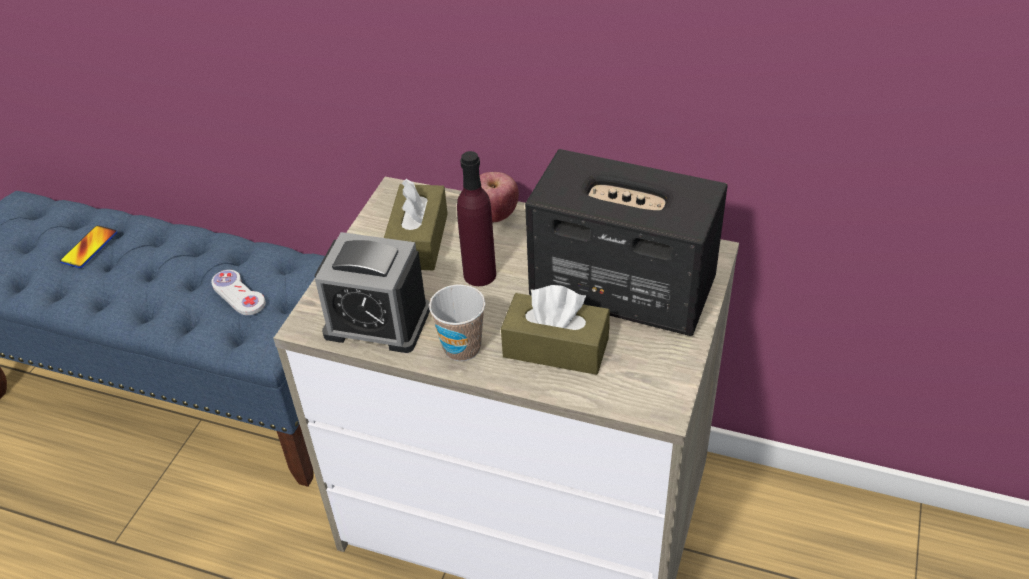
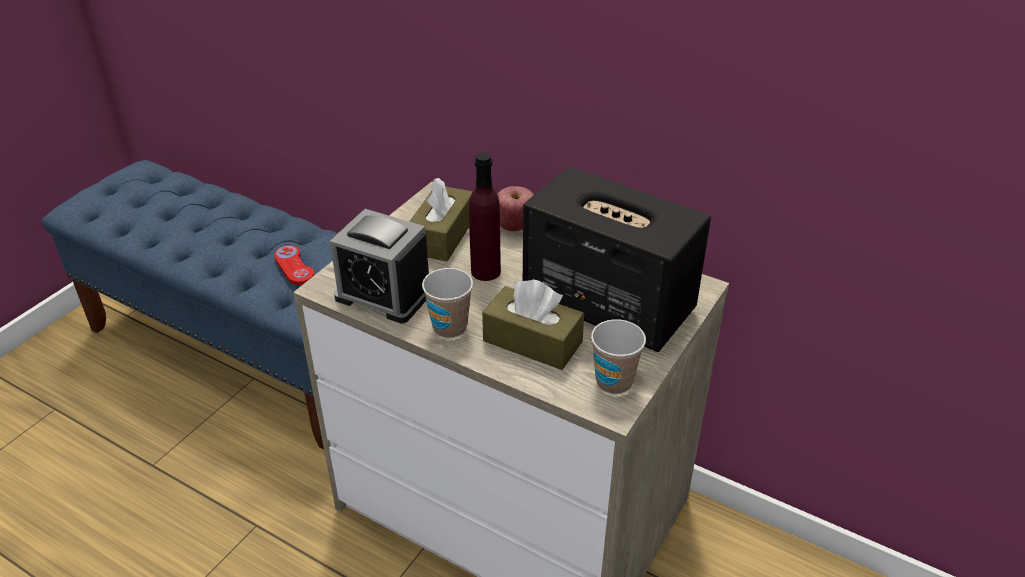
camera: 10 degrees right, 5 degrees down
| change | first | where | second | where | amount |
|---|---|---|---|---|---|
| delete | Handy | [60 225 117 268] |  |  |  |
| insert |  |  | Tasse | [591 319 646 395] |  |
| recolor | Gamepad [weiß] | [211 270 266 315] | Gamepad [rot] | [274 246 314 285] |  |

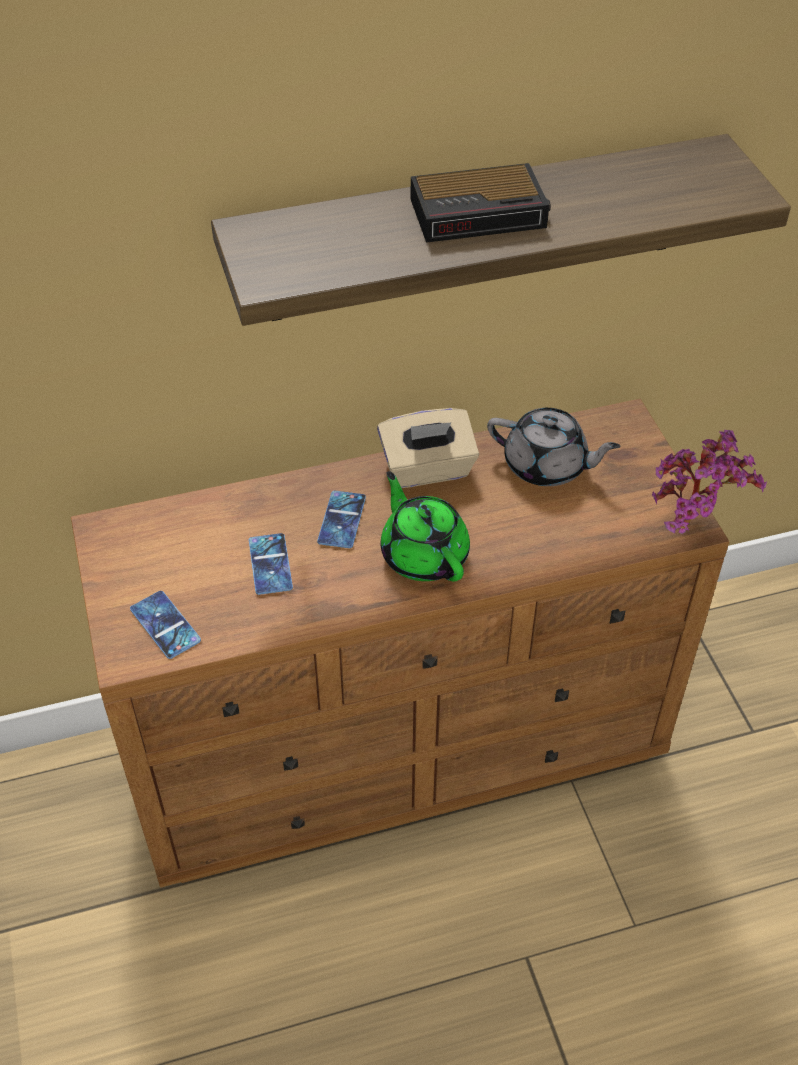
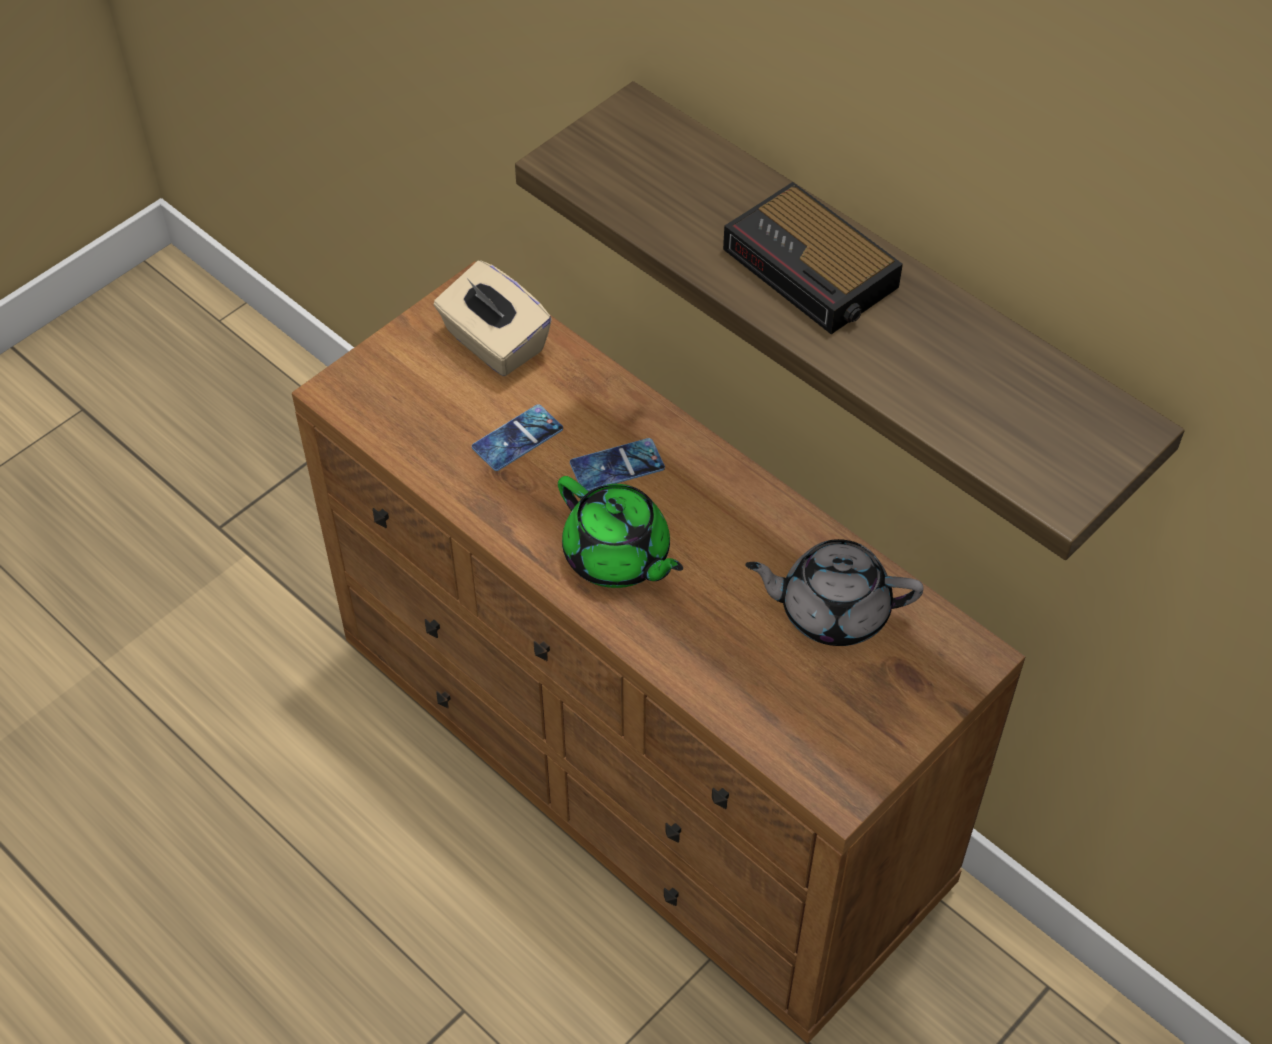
camera: 60 degrees right, 5 degrees up
| change | first | where | second | where | amount |
|---|---|---|---|---|---|
| delete | Handy | [130 591 201 659] |  |  |  |
| delete | Topfpflanze | [652 430 767 534] |  |  |  |
| move | Taschentuchbox [beige] | [377 408 479 488] |  | [434 261 552 376] |  |
| rotate | Teekanne [grün] | [381 471 470 582] |  | [558 476 683 588] | 105 degrees clockwise |
| rotate | Teekanne [grau] | [487 408 621 486] |  | [745 539 924 646] | 105 degrees clockwise |

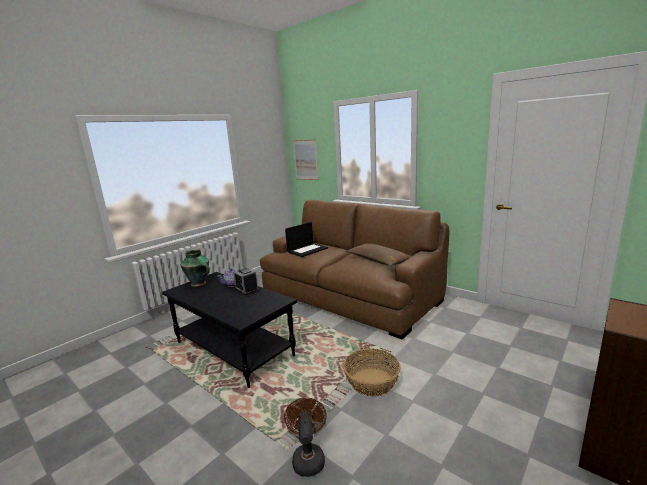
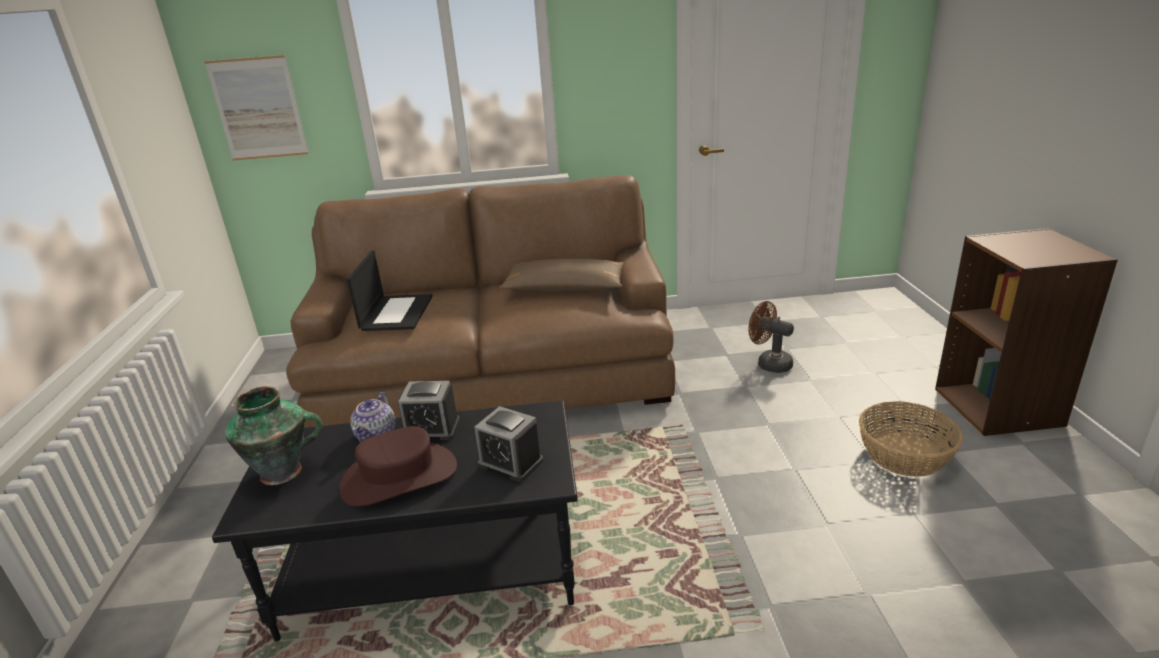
camera: 45 degrees left, 10 degrees up
| change | first | where | second | where | amount |
|---|---|---|---|---|---|
| insert |  |  | Hut [braun] | [339 426 457 507] |  |
| insert |  |  | Wecker | [474 406 543 482] |  |
| move | Ventilator [braun] | [284 398 327 477] |  | [748 301 794 373] |  |
| move | Korb | [343 349 401 396] |  | [859 401 963 477] |  |

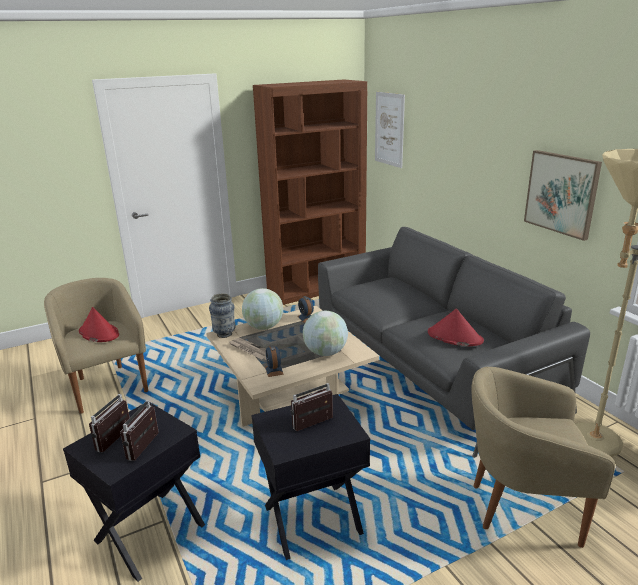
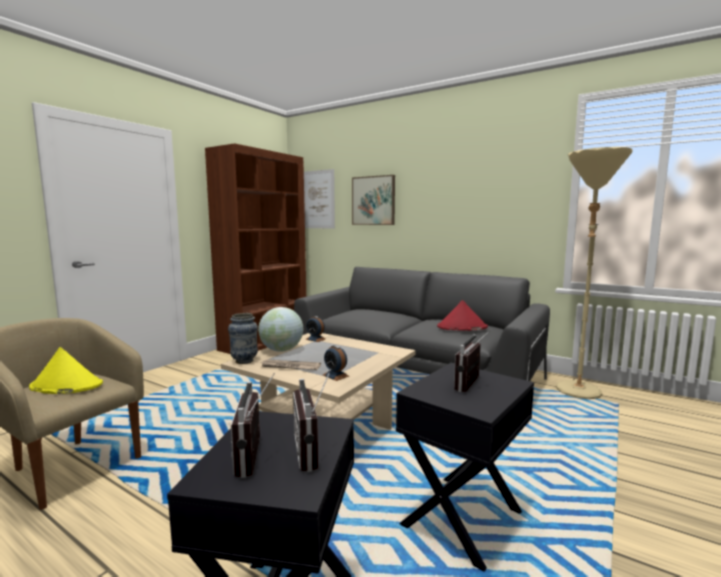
camera: 30 degrees left, 15 degrees down
| change | first | where | second | where | amount |
|---|---|---|---|---|---|
| delete | Globus | [303 311 348 356] |  |  |  |
| delete | Sessel [beige] | [472 367 615 548] |  |  |  |
| move | Bild | [524 150 602 241] |  | [352 175 395 225] |  |
| recolor | Hut [rot] | [79 307 119 342] | Hut [gelb] | [29 347 103 394] |  |

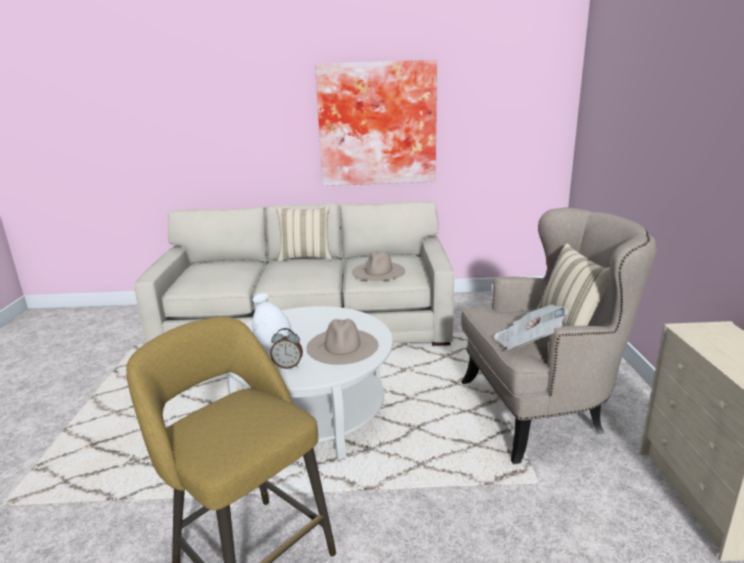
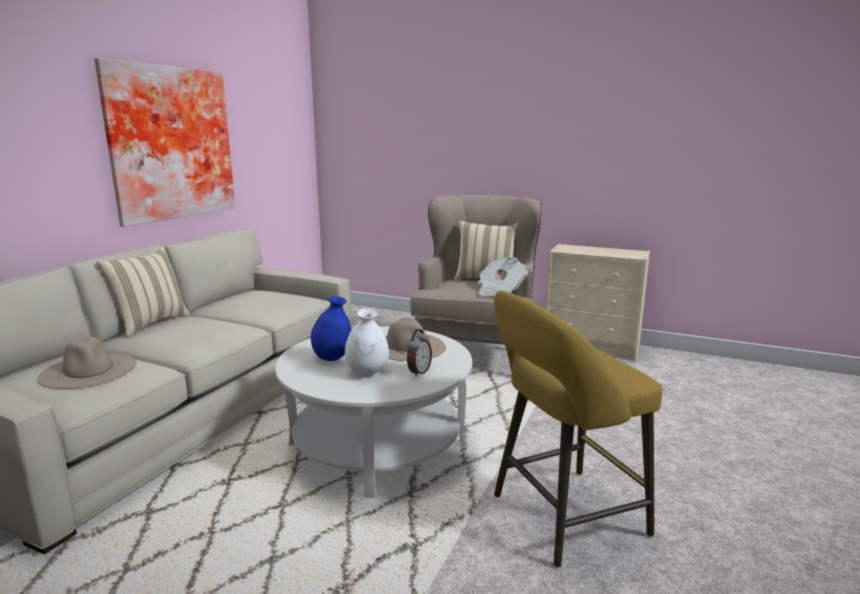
camera: 65 degrees left, 5 degrees down
| change | first | where | second | where | amount |
|---|---|---|---|---|---|
| insert |  |  | Vase [blau] | [311 296 352 361] |  |
| move | Hut [beige] | [352 251 405 281] |  | [37 337 136 389] |  |

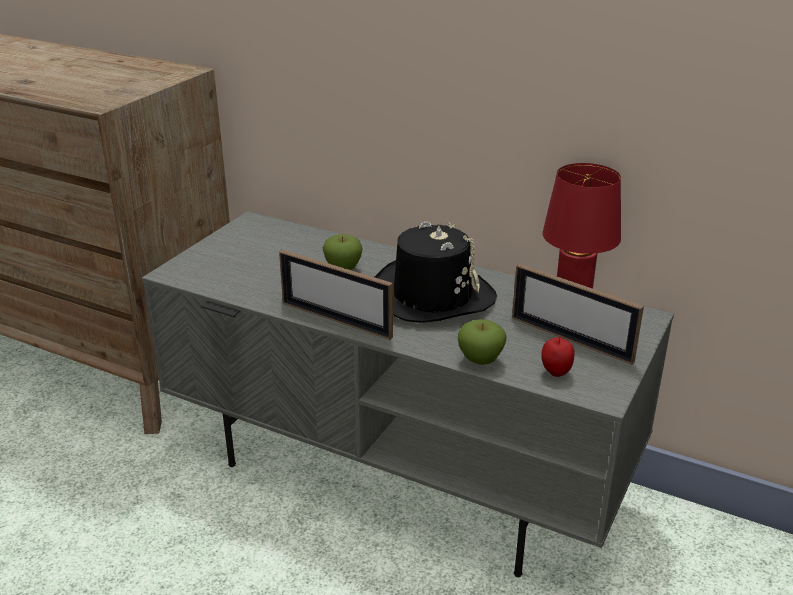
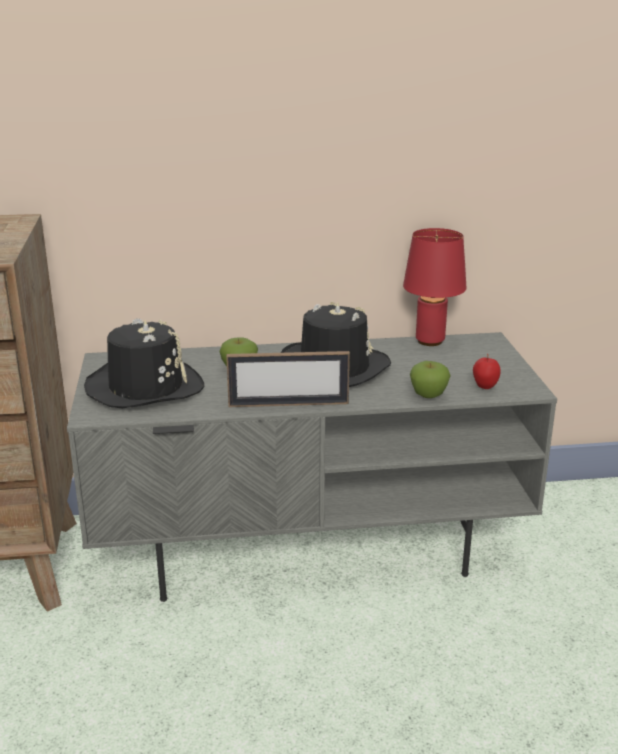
camera: 35 degrees left, 5 degrees down
| change | first | where | second | where | amount |
|---|---|---|---|---|---|
| delete | Bilderrahmen | [512 263 644 365] |  |  |  |
| insert |  |  | Hut [schwarz] | [84 318 205 408] |  |

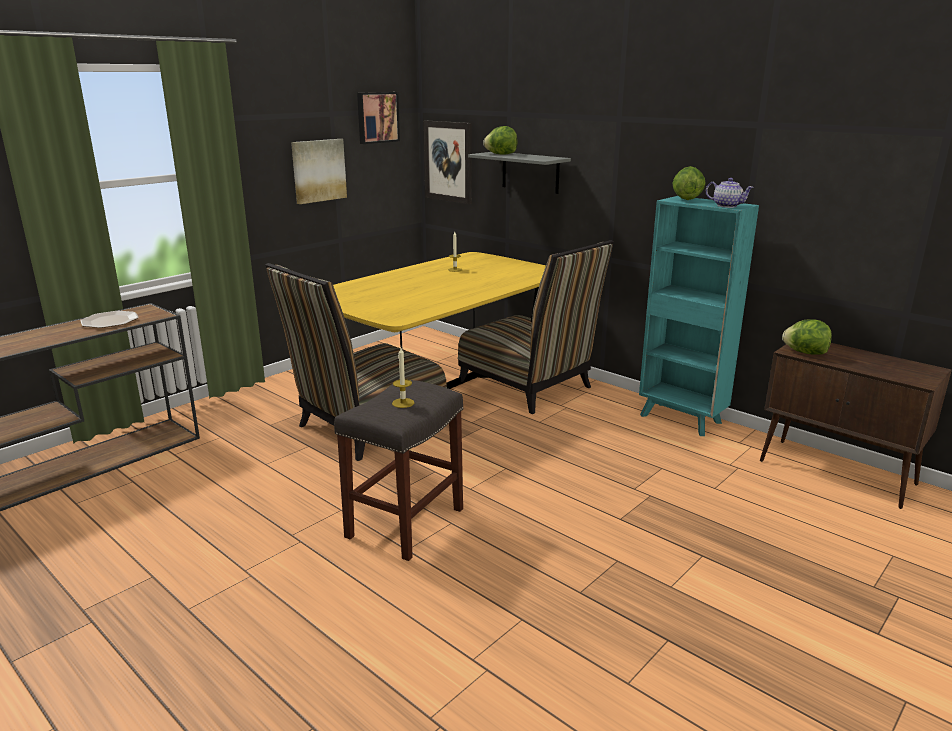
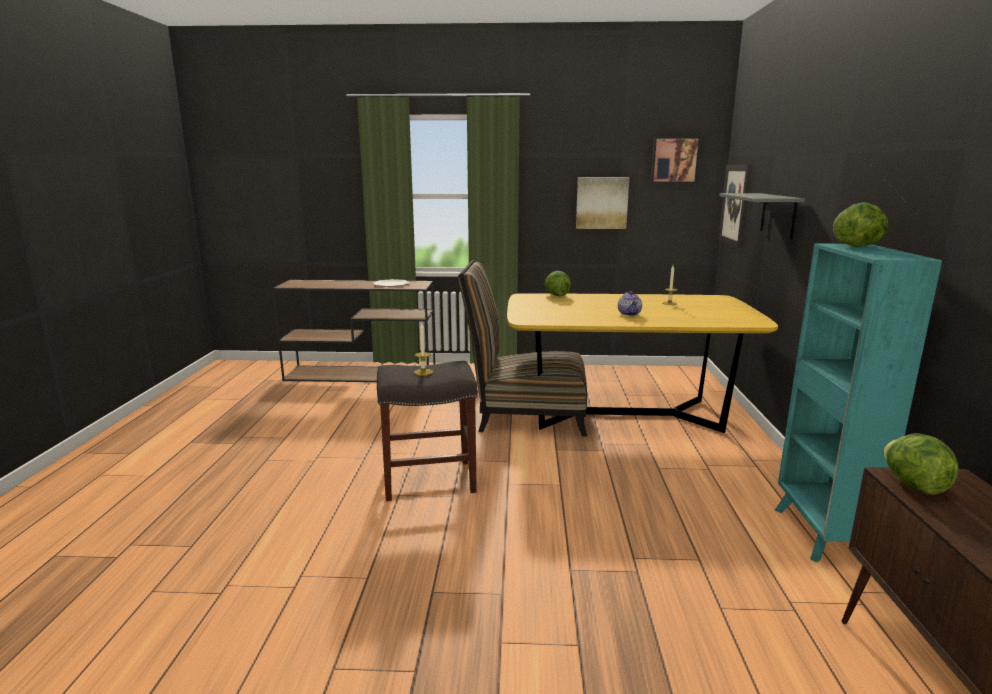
camera: 50 degrees right, 5 degrees down
| change | first | where | second | where | amount |
|---|---|---|---|---|---|
| delete | Stuhl | [458 240 614 414] |  |  |  |
| move | Salatkopf | [483 126 518 155] |  | [545 271 571 296] |  |
| move | Teekanne | [706 178 754 208] |  | [618 291 642 316] |  |

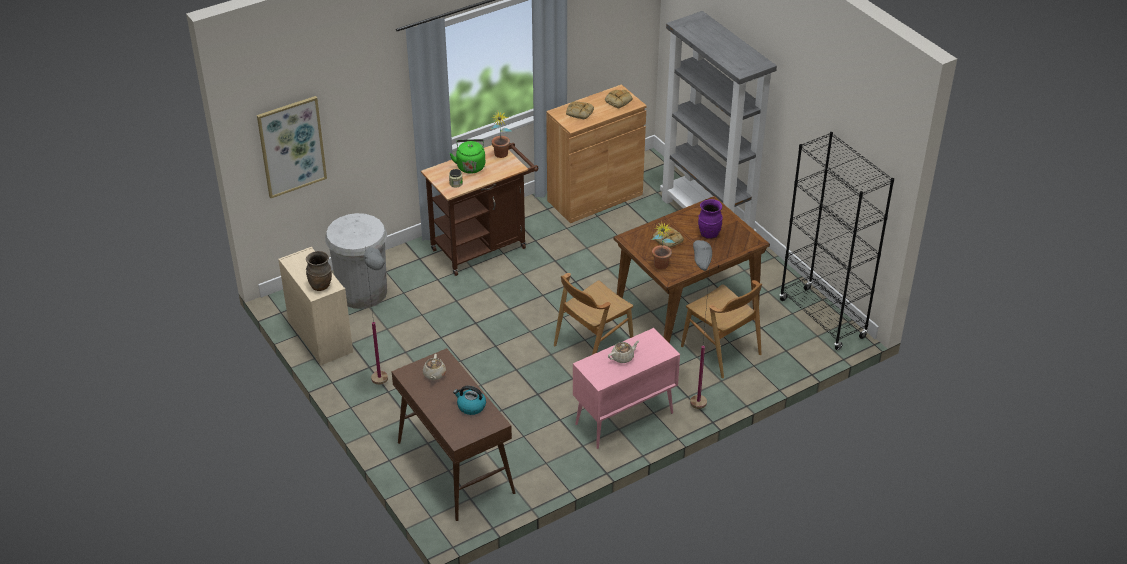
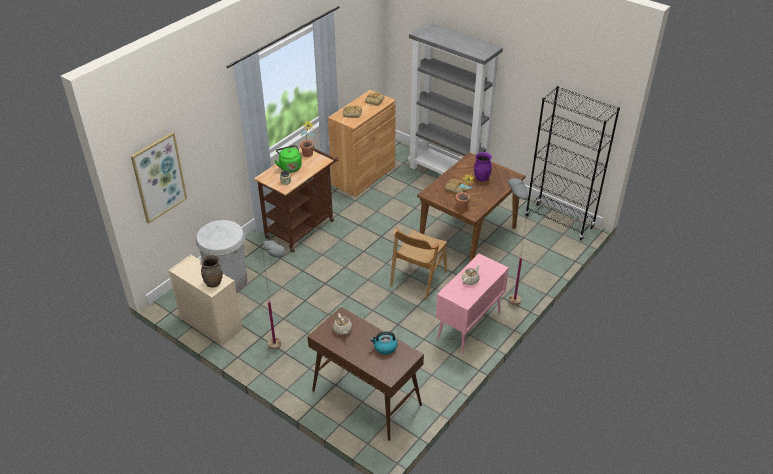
camera: 20 degrees left, 0 degrees up
| change | first | where | second | where | amount |
|---|---|---|---|---|---|
| delete | Stuhl [braun] | [681 280 762 378] |  |  |  |

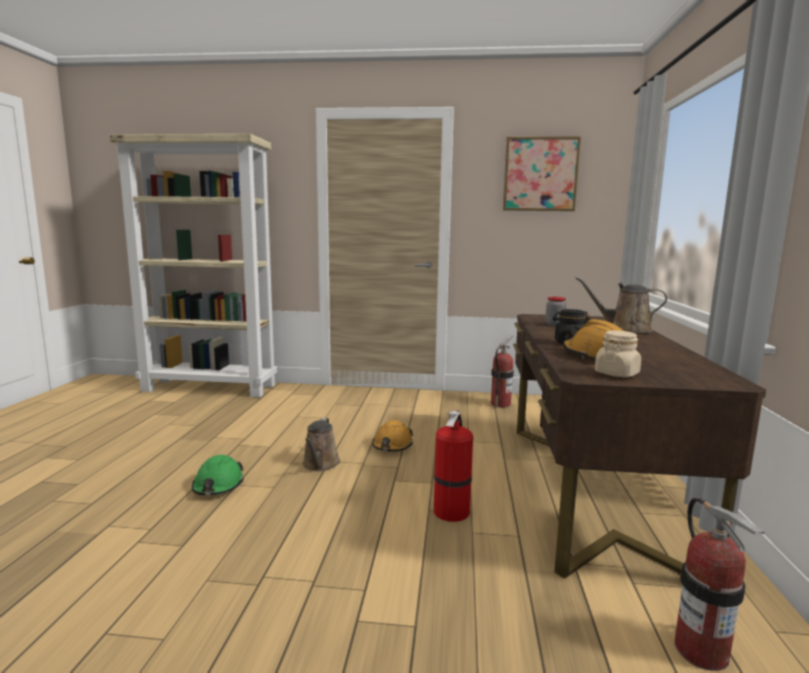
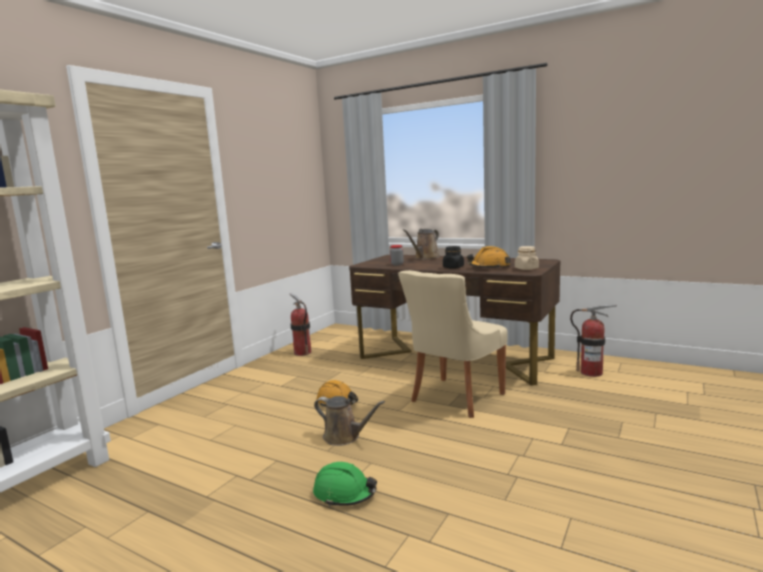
camera: 65 degrees left, 0 degrees up
| change | first | where | second | where | amount |
|---|---|---|---|---|---|
| delete | Bild | [503 136 581 211] |  |  |  |
| replace | Feuerlöscher | [434 410 473 522] | Stuhl [beige] | [398 270 508 418] |  |

